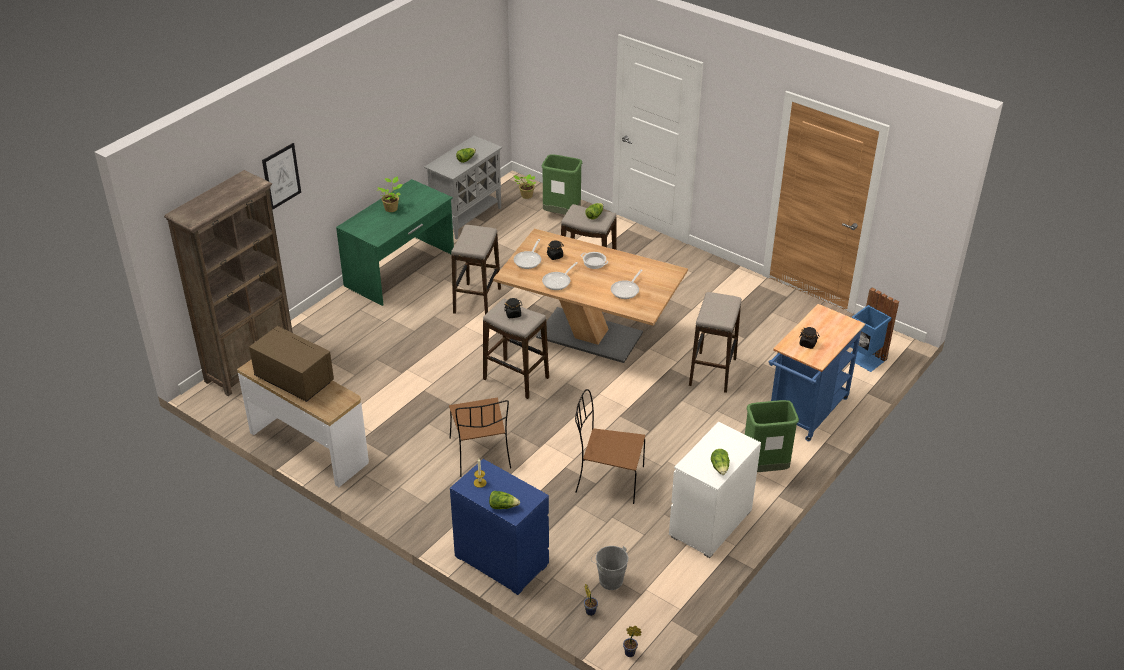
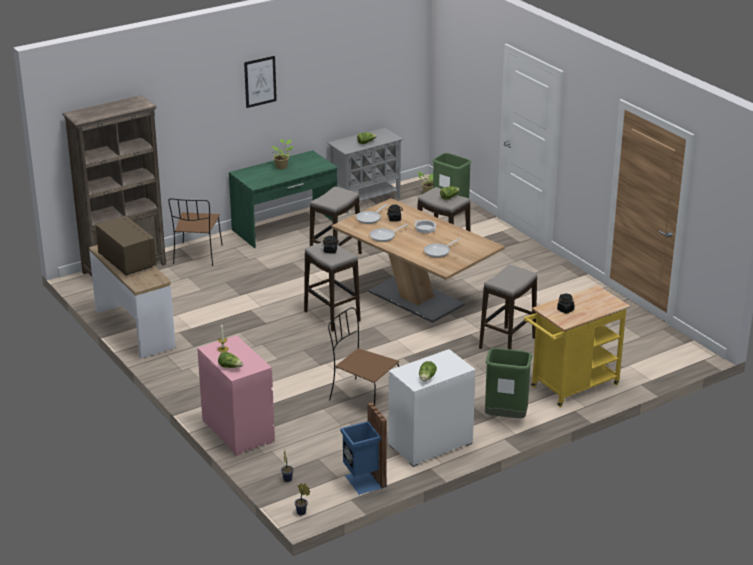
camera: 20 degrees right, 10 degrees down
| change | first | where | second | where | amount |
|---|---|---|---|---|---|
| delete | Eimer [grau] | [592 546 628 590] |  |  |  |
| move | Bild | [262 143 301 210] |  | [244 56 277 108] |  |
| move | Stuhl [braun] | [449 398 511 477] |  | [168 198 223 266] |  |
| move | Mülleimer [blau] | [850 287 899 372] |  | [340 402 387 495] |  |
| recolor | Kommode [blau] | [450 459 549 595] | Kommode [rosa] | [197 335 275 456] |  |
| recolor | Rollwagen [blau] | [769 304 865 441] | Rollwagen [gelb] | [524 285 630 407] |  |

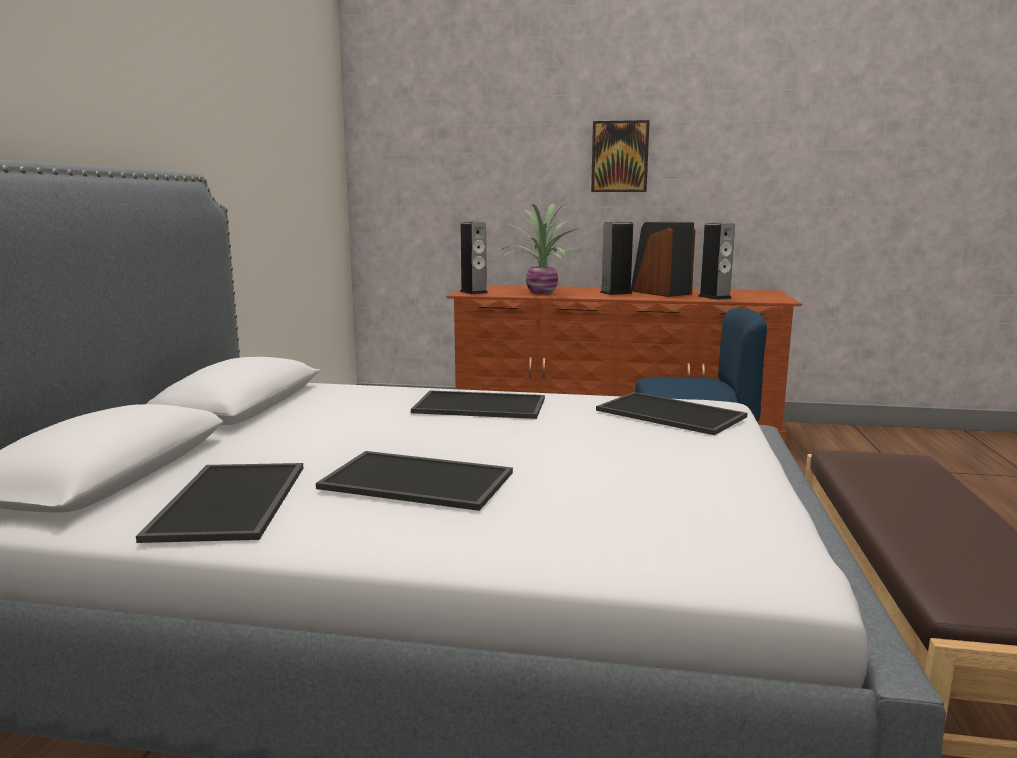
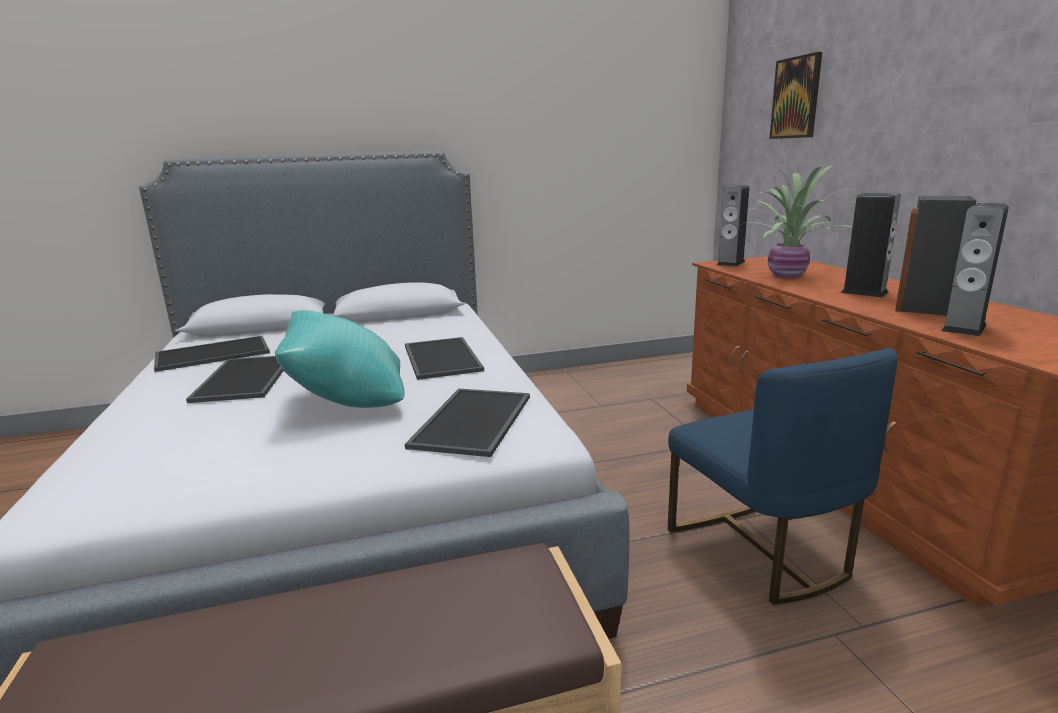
camera: 65 degrees right, 5 degrees up
| change | first | where | second | where | amount |
|---|---|---|---|---|---|
| insert |  |  | Kissen [türkis] | [275 310 404 408] |  |
| move | Bild | [591 120 650 192] |  | [769 52 822 139] |  |

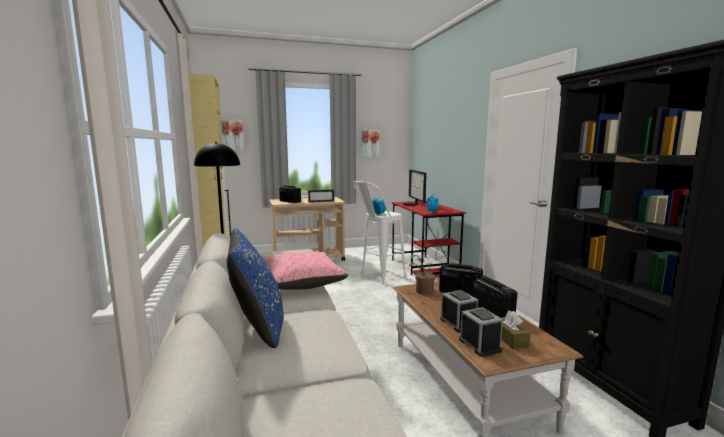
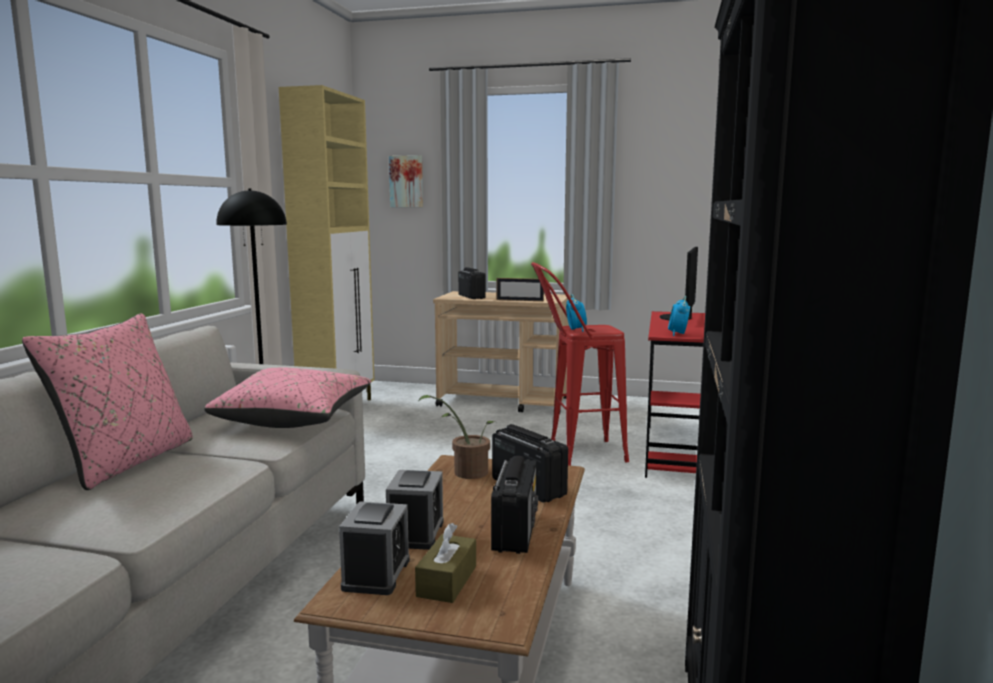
camera: 30 degrees right, 0 degrees up
| change | first | where | second | where | amount |
|---|---|---|---|---|---|
| delete | Bild | [362 129 380 157] |  |  |  |
| recolor | Kissen [blau] | [227 228 284 348] | Kissen [rosa] | [22 313 192 490] |  |
| recolor | Hocker [weiß] | [353 181 406 285] | Hocker [rot] | [531 262 629 466] |  |

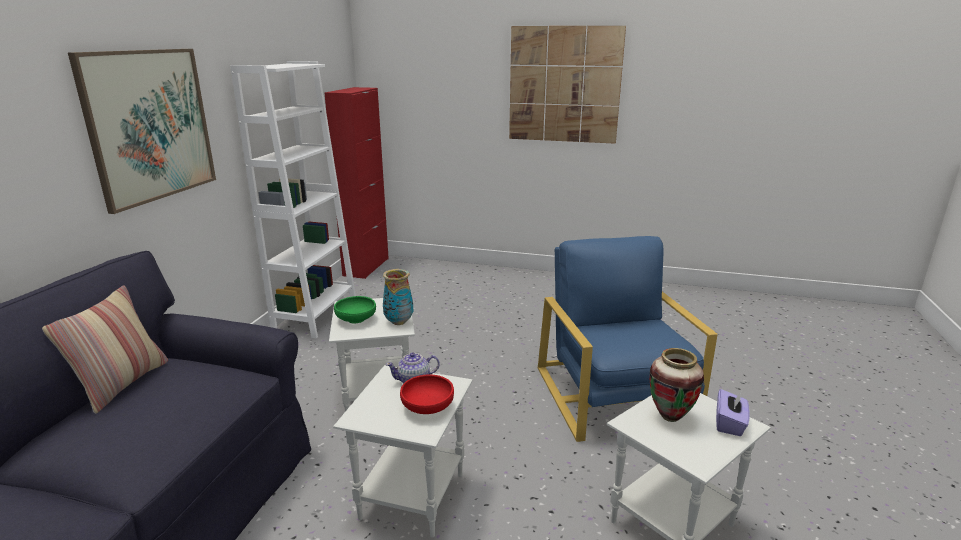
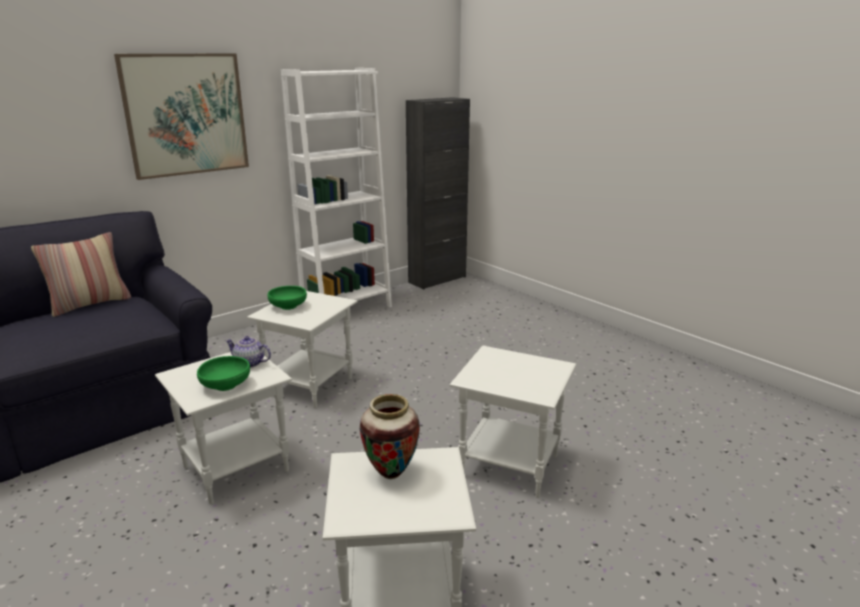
camera: 35 degrees right, 0 degrees up
| change | first | where | second | where | amount |
|---|---|---|---|---|---|
| delete | Vase | [383 269 413 325] |  |  |  |
| delete | Bild | [509 26 626 144] |  |  |  |
| delete | Taschentuchbox [lila] | [716 389 750 436] |  |  |  |
| replace | Sessel [blau] | [538 236 718 442] | Beistelltisch [weiß] | [449 346 576 498] |  |
| recolor | Schrank [rot] | [325 87 389 279] | Schrank [schwarz] | [406 97 470 289] |  |
| recolor | Schüssel [rot] | [400 374 454 414] | Schüssel [grün] | [197 356 250 391] |  |

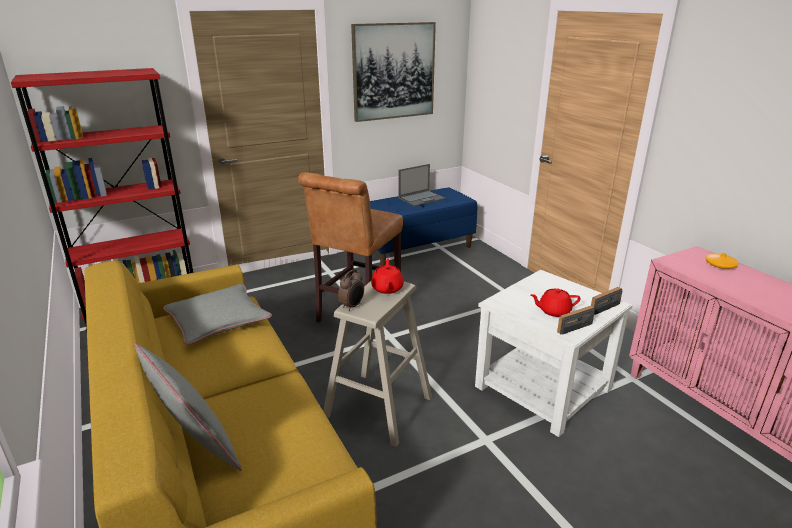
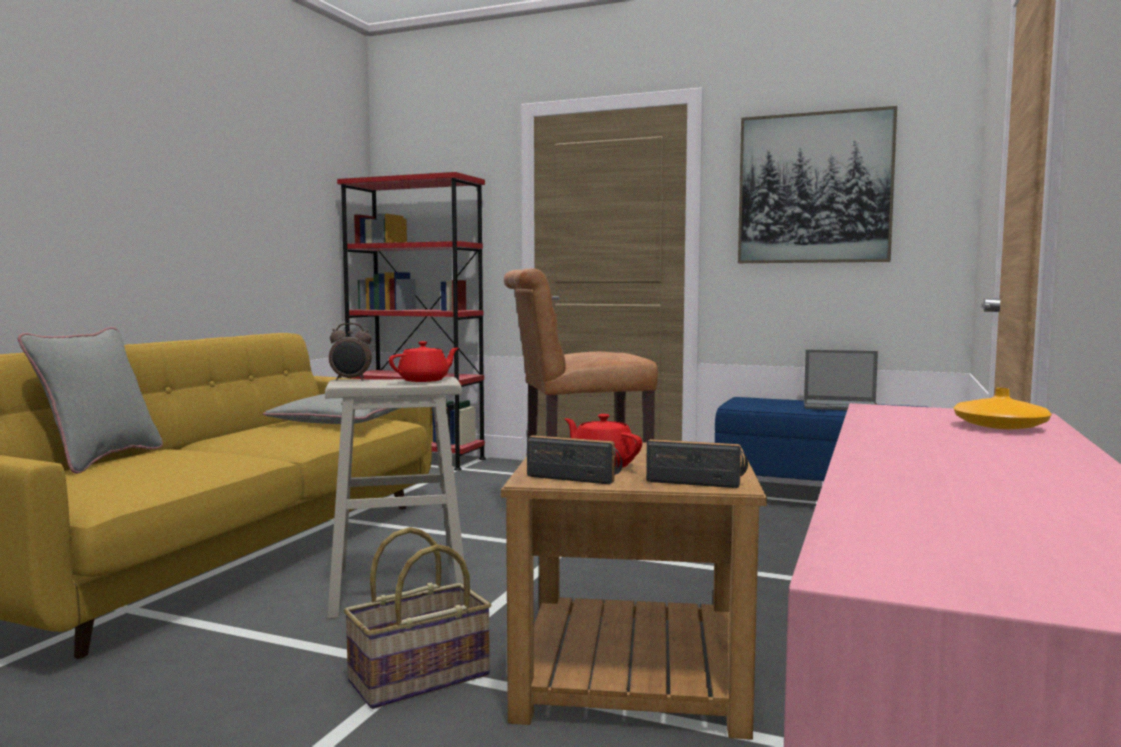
camera: 50 degrees right, 20 degrees down
| change | first | where | second | where | amount |
|---|---|---|---|---|---|
| insert |  |  | Korb | [344 527 491 709] |  |
| recolor | Beistelltisch [weiß] | [475 270 633 437] | Beistelltisch [braun] | [501 442 767 740] |  |

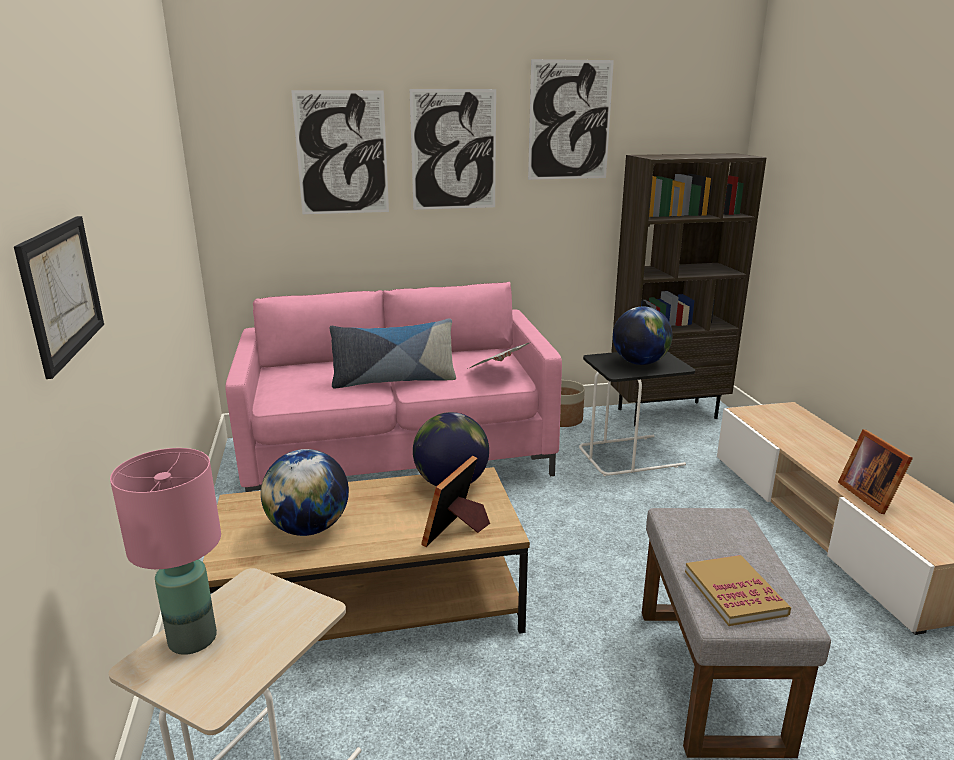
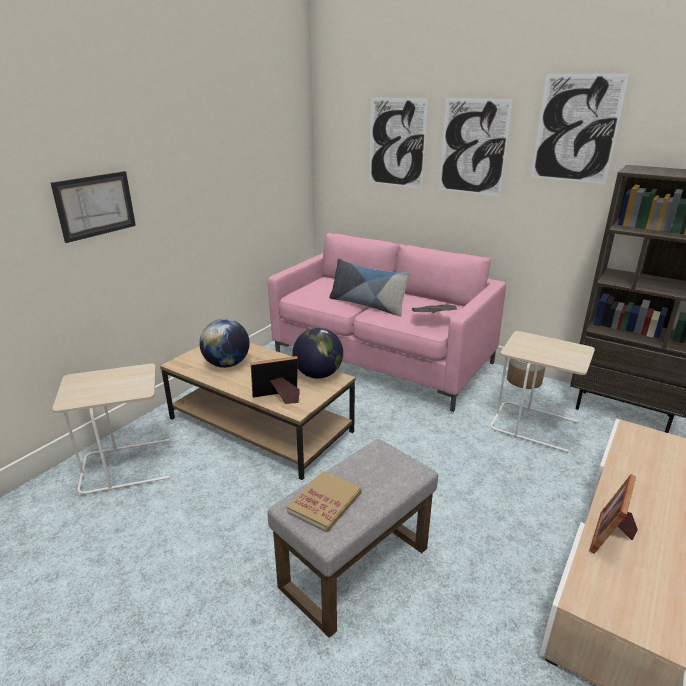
camera: 45 degrees right, 5 degrees up
| change | first | where | second | where | amount |
|---|---|---|---|---|---|
| delete | Tischlampe [rosa] | [110 448 221 655] |  |  |  |
| delete | Globus | [613 307 673 365] |  |  |  |
| recolor | Beistelltisch [schwarz] | [579 352 695 476] | Beistelltisch [beige] | [490 331 595 452] |  |

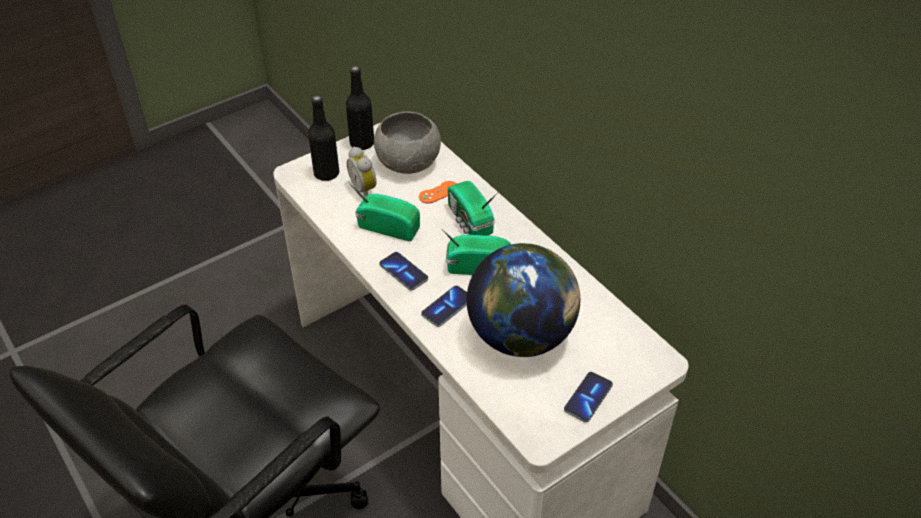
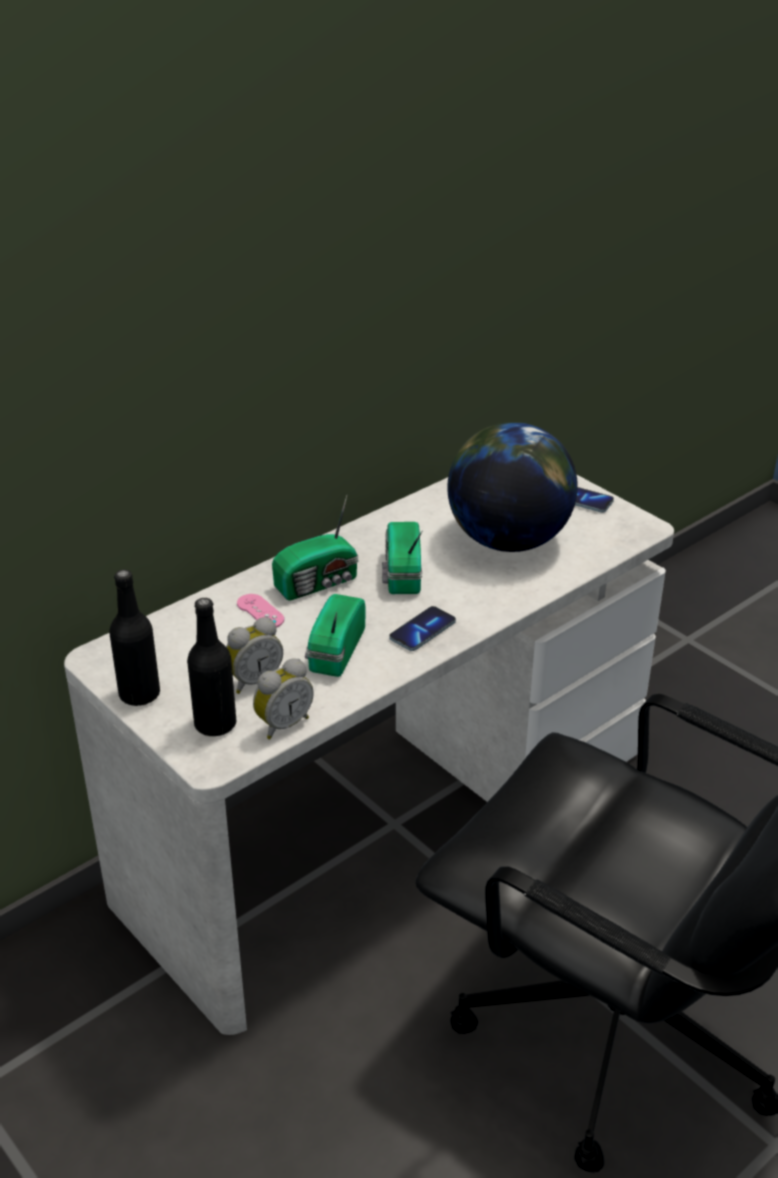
camera: 95 degrees left, 10 degrees down
| change | first | where | second | where | amount |
|---|---|---|---|---|---|
| delete | Schüssel [grau] | [374 111 441 174] |  |  |  |
| delete | Handy | [421 286 467 327] |  |  |  |
| insert |  |  | Wecker | [253 658 314 739] |  |
| recolor | Gamepad [orange] | [419 181 457 204] | Gamepad [rosa] | [237 594 284 628] |  |

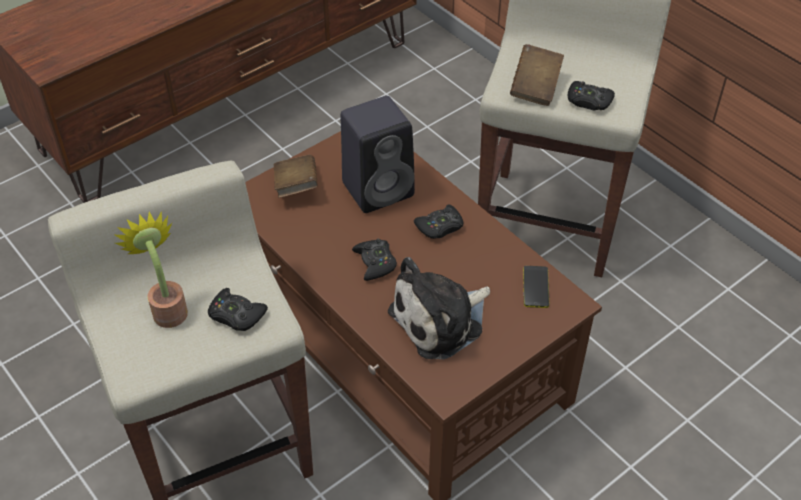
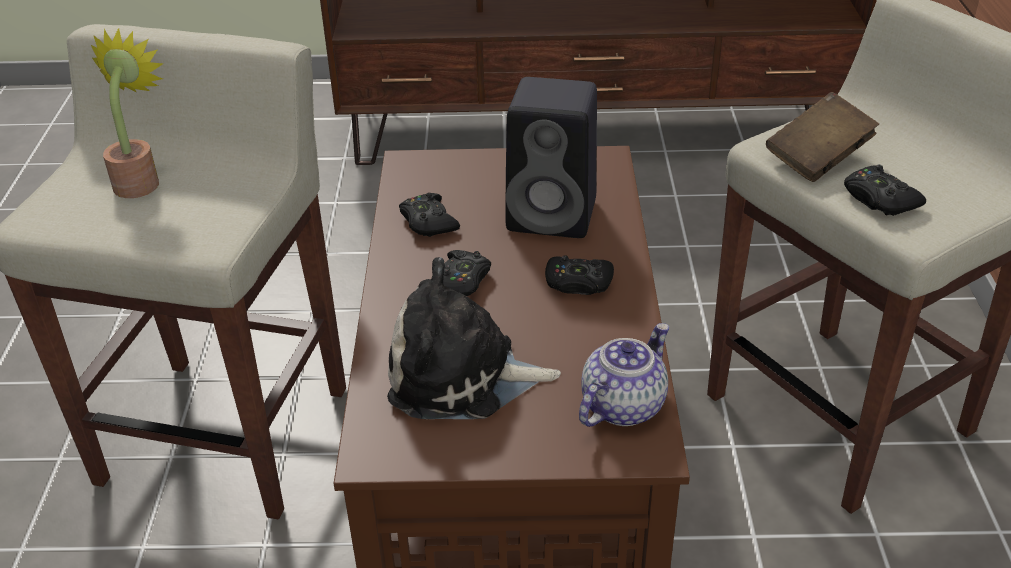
camera: 40 degrees right, 10 degrees down
| change | first | where | second | where | amount |
|---|---|---|---|---|---|
| delete | Buch [braun] | [274 155 318 198] |  |  |  |
| move | Gamepad [schwarz] | [208 288 268 331] |  | [399 192 460 237] |  |
| replace | Handy | [523 266 549 308] | Teekanne | [579 323 669 427] |  |

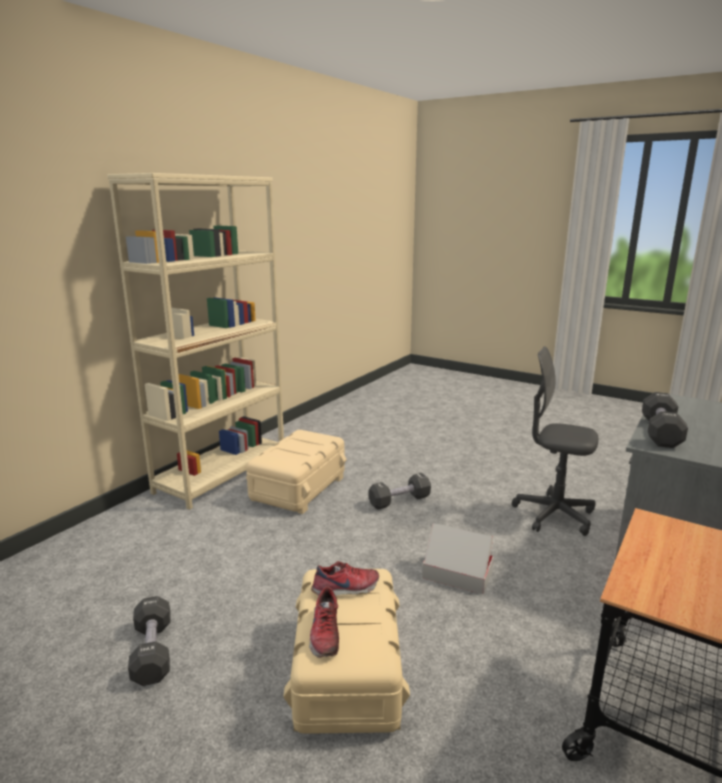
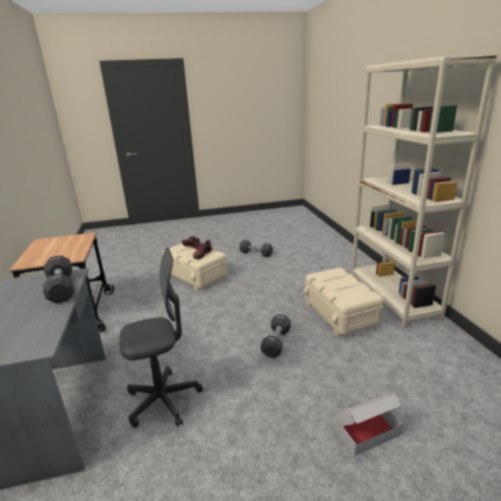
camera: 135 degrees right, 5 degrees up
| change | first | where | second | where | amount |
|---|---|---|---|---|---|
| move | Karton | [422 523 494 595] |  | [332 393 403 456] |  |

